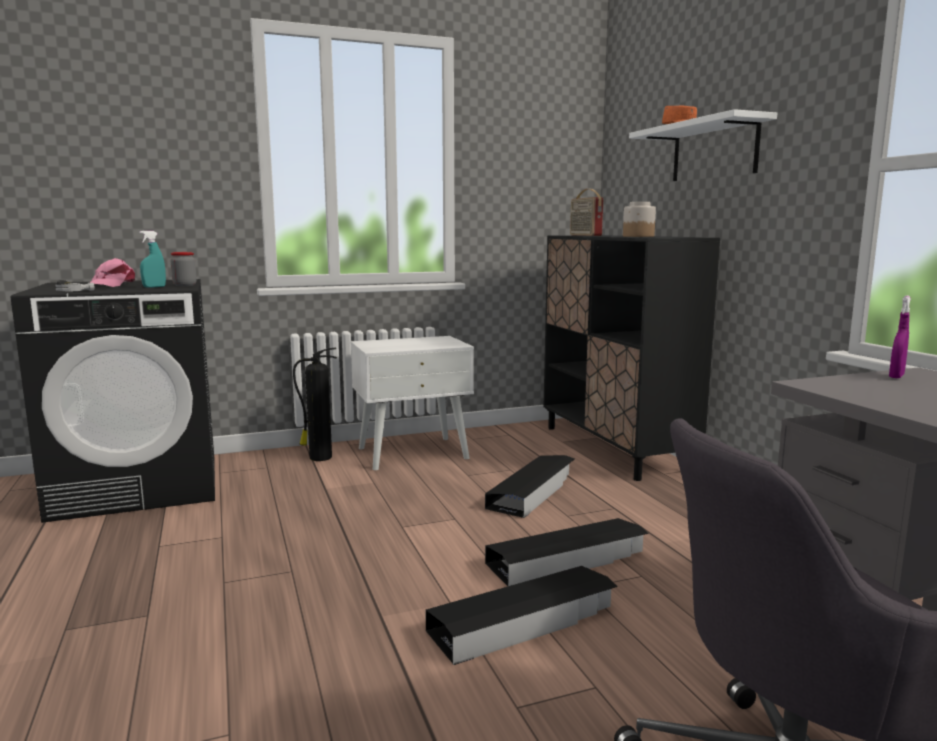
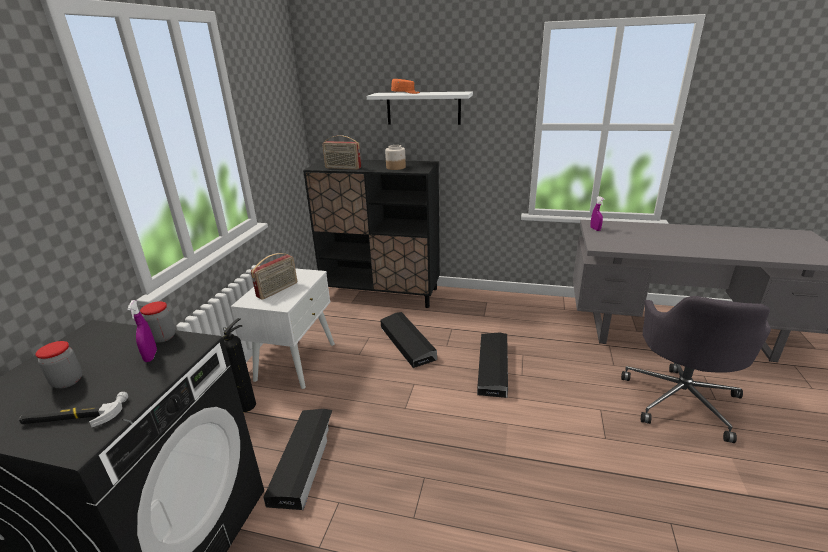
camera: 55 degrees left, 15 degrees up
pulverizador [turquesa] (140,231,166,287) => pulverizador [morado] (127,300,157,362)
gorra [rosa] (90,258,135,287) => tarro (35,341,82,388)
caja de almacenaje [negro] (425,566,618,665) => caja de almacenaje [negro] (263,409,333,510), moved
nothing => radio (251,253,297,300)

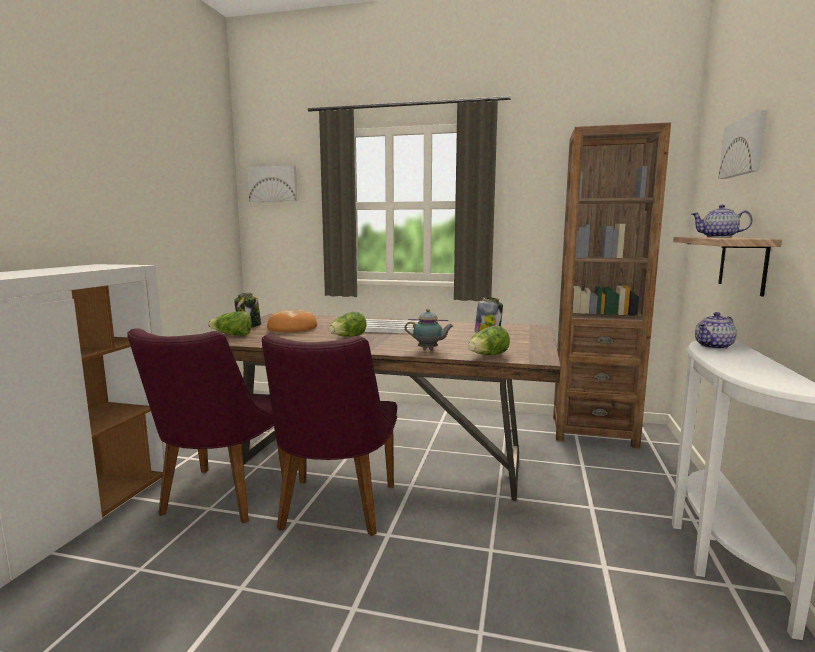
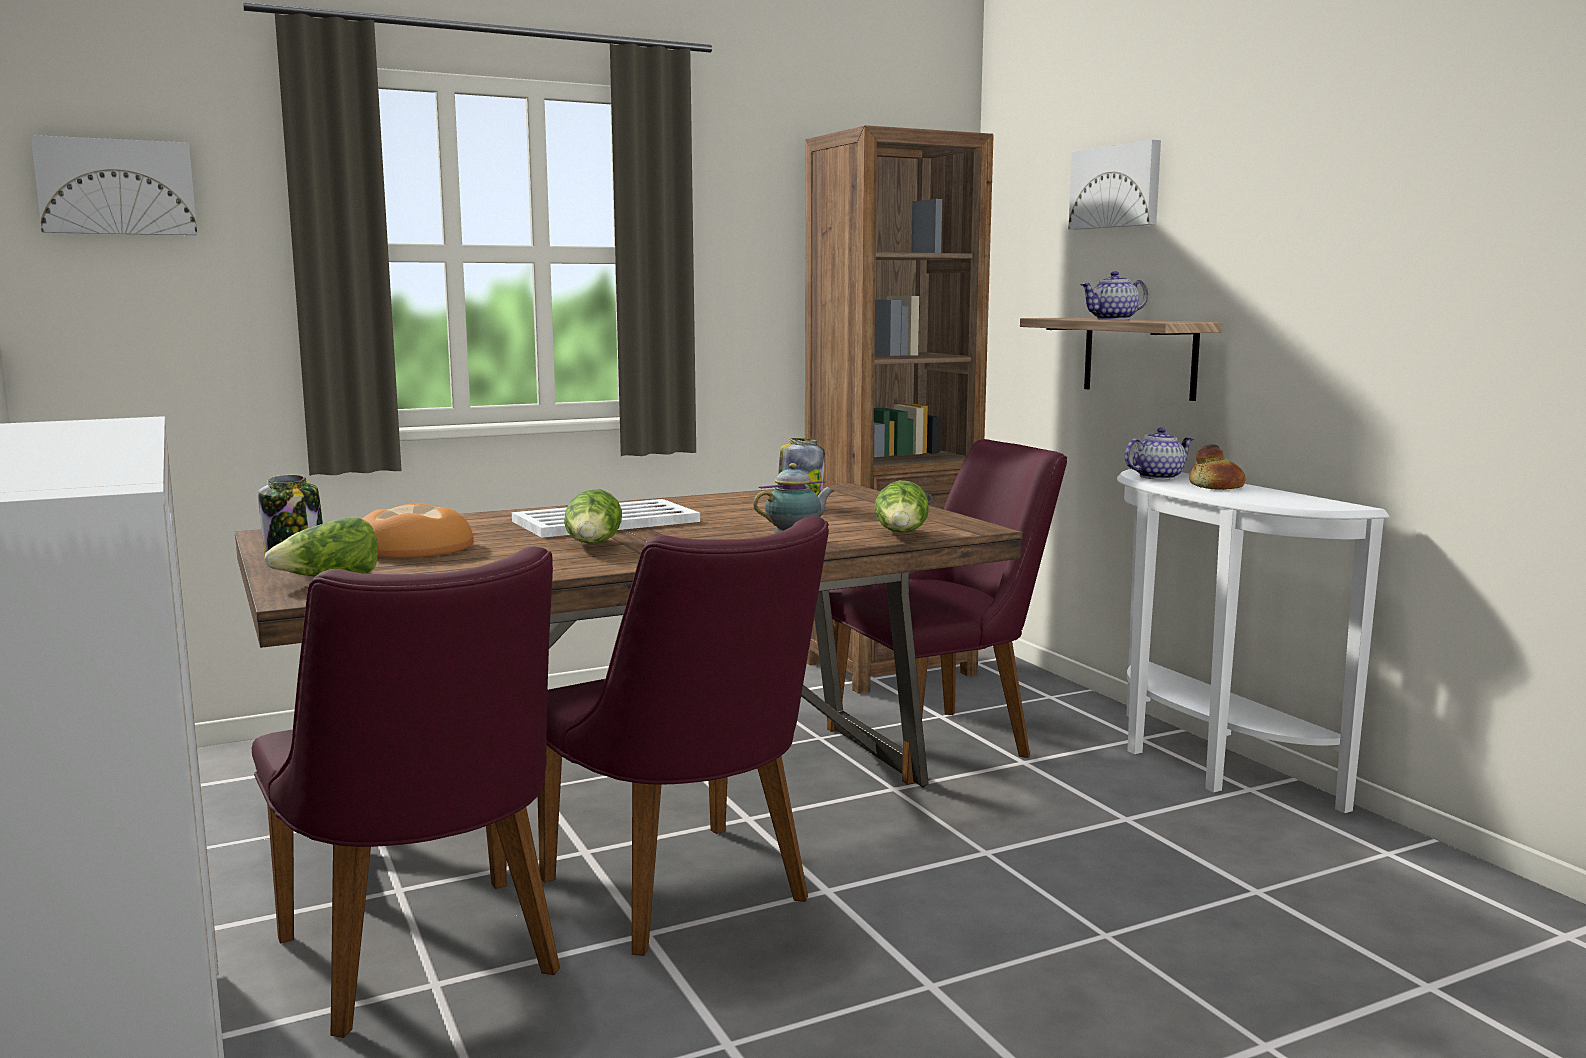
camera: 40 degrees left, 0 degrees up
tetera (695,312,737,349) => tetera (1124,427,1194,480), 135 degrees counterclockwise
nothing => silla [morado] (827,439,1067,785)
nothing => pan (1189,444,1246,490)

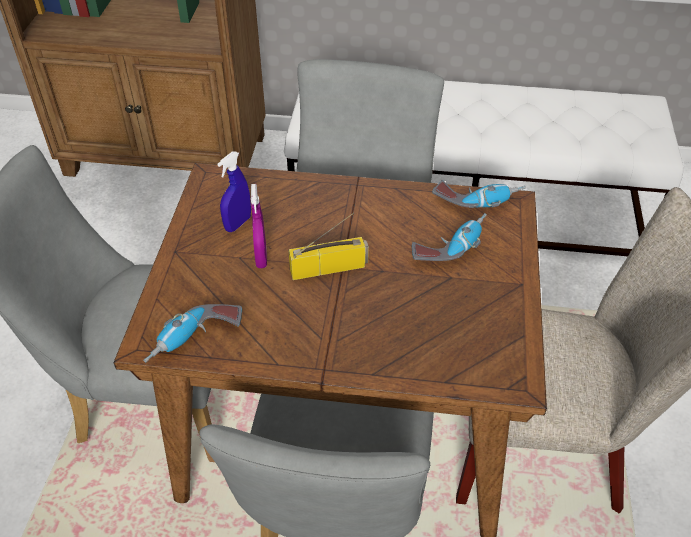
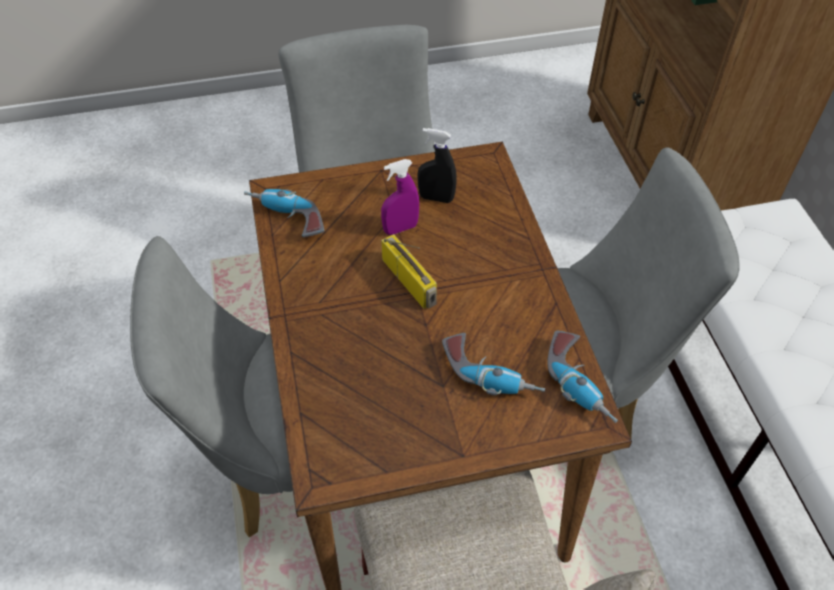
camera: 70 degrees right, 5 degrees up
pulverizador [azul] (217,151,251,232) => pulverizador [negro] (417,128,457,203)

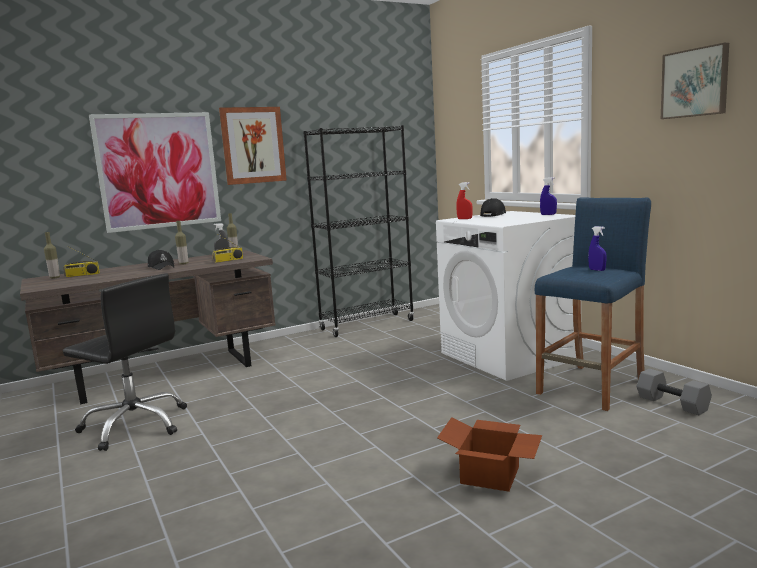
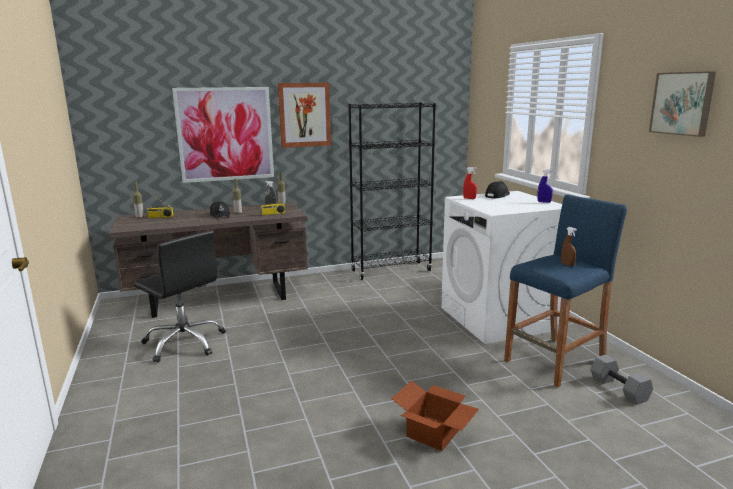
camera: 10 degrees right, 5 degrees up
pulverizador [azul] (588,226,606,271) => pulverizador [marrón] (561,227,577,267)

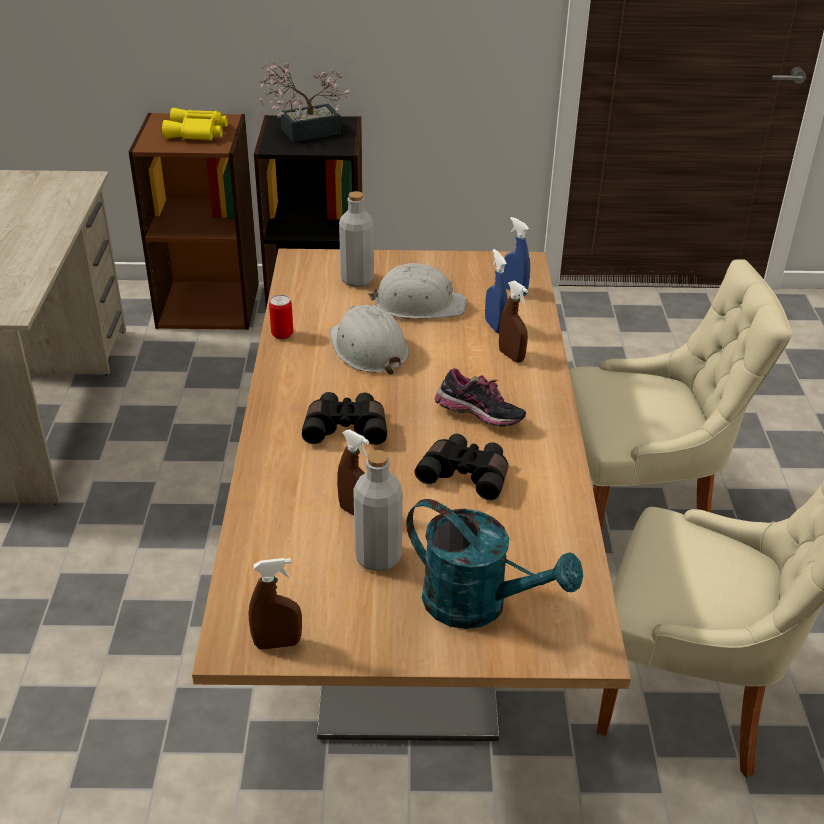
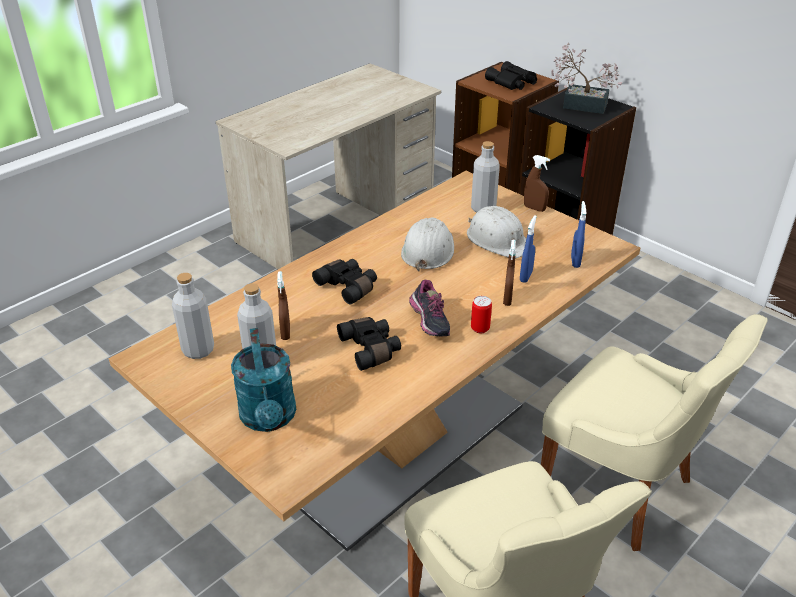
camera: 45 degrees right, 0 degrees up
prismáticos [amarillo] (162,108,228,141) => prismáticos [negro] (485,61,537,90)
lata (269,295,293,339) => lata (471,296,492,333), moved
pulverizador [marrón] (249,558,302,650) => pulverizador [marrón] (524,155,550,212), moved
nothing => botella [gris] (172,273,214,359)

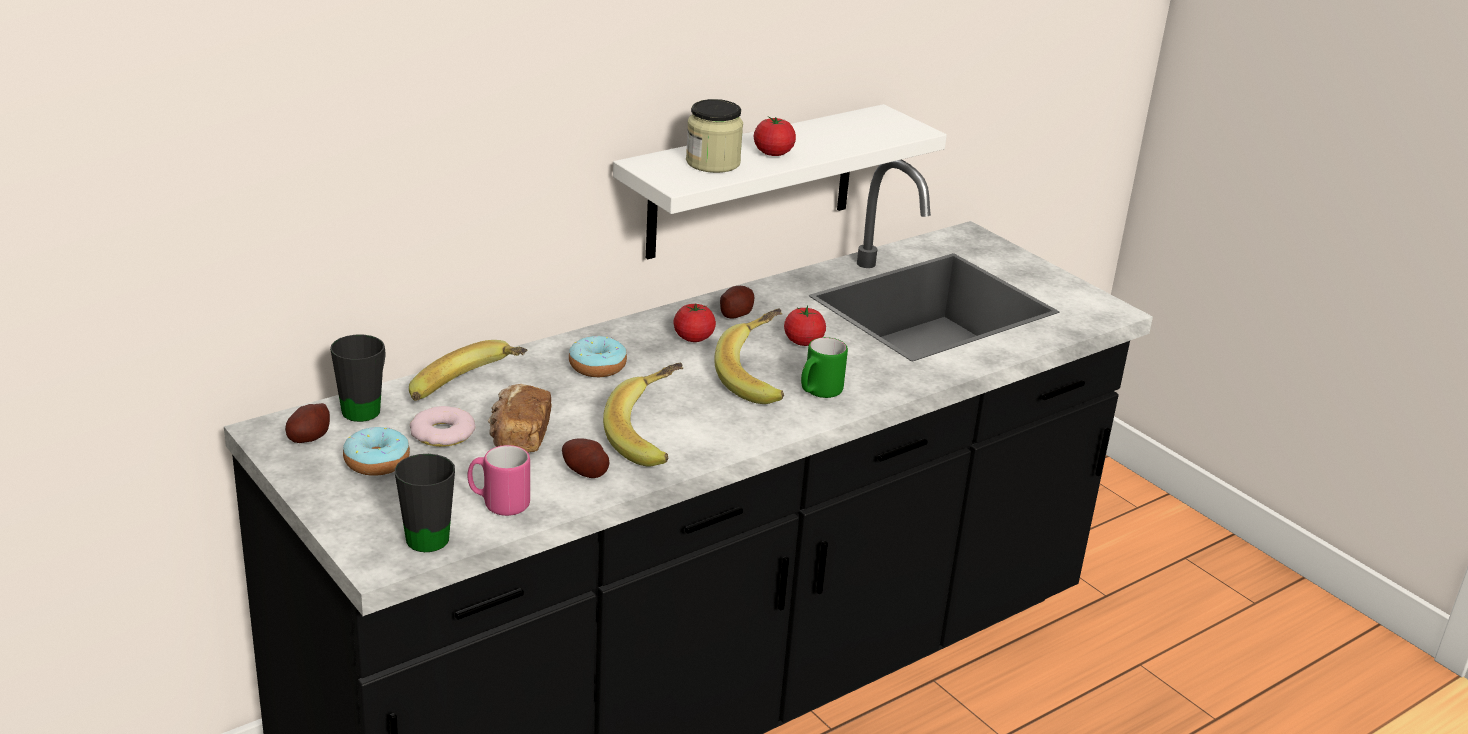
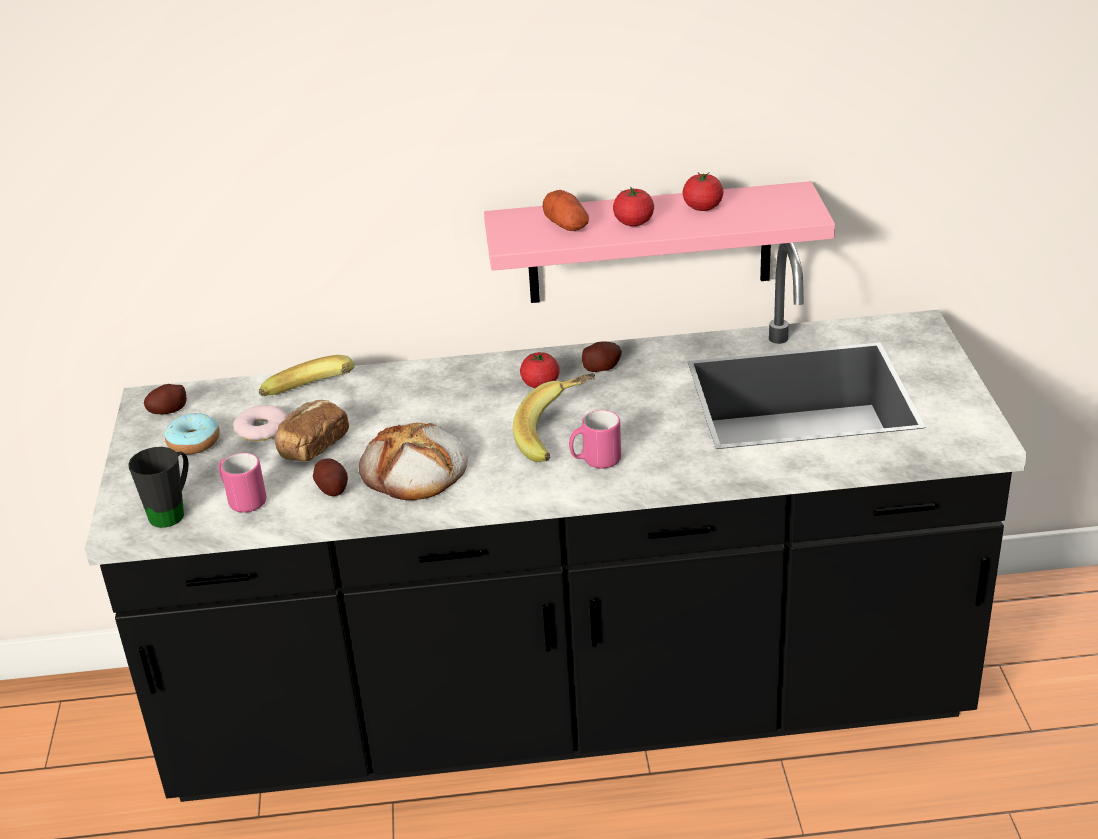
camera: 35 degrees right, 5 degrees up
tarro (686,99,743,173) => patata (543,190,589,231)
estante [blanco] (613,104,947,259) => estante [rosa] (484,181,835,303)
tomate (784,306,826,346) => tomate (683,172,724,211), moved
taza grande [negro] (330,335,385,422) => nothing
rosquilla (569,336,627,377) => nothing
taza grande [verde] (801,337,848,398) => taza grande [rosa] (569,410,621,469)
plátano (603,363,683,467) => pan (359,423,468,500)

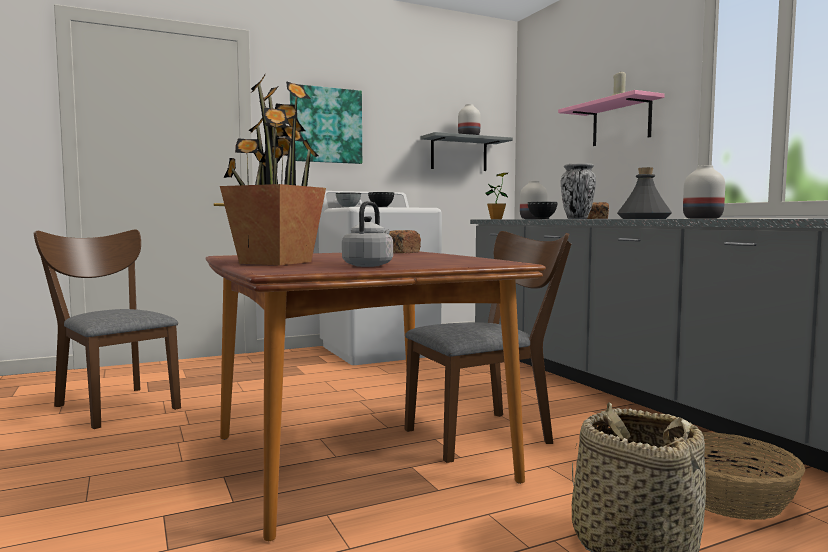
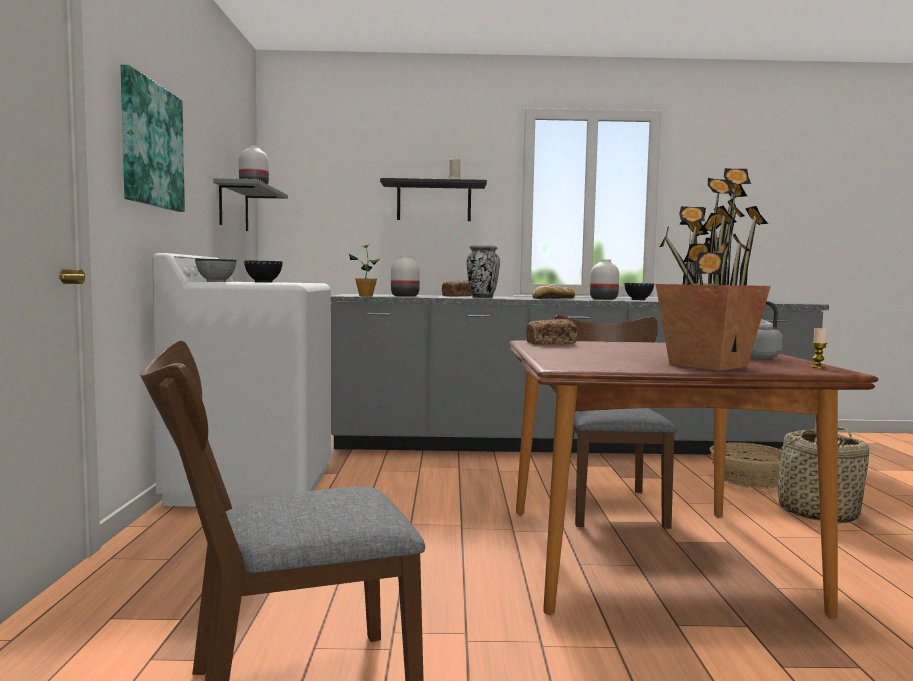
camera: 65 degrees left, 0 degrees up
estante [rosa] (558,90,665,146) => estante [negro] (380,178,487,221)
botella [gris] (617,167,672,219) => pan (532,285,575,299)
cuenco [negro] (528,202,558,219) => cuenco [negro] (624,283,654,300), moved
nothing => vela (810,327,827,368)

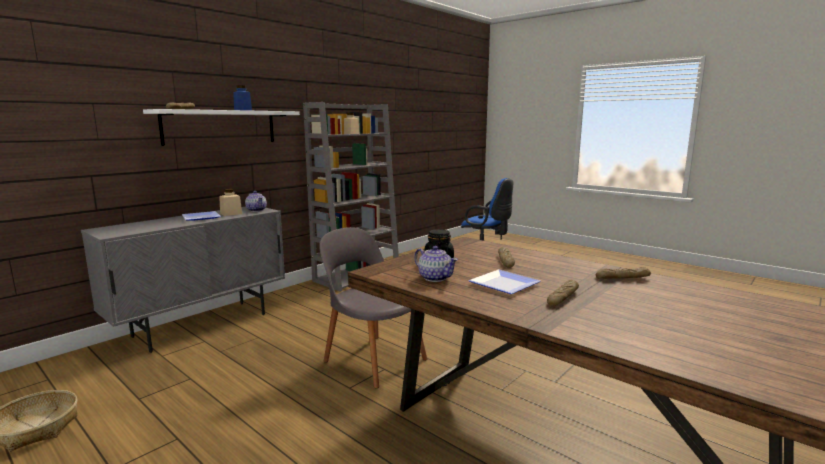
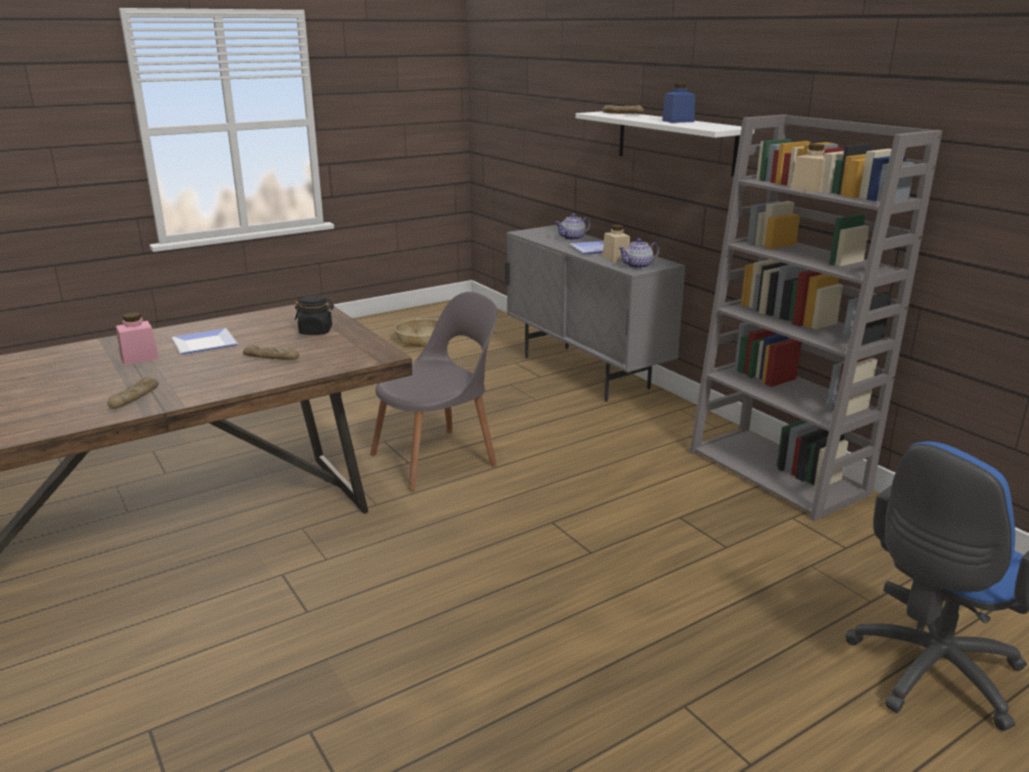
camera: 105 degrees right, 10 degrees up
tetera (414,246,458,282) => tetera (555,214,591,241), moved
pan (547,280,579,306) => tarro [rosa] (116,312,159,365)

